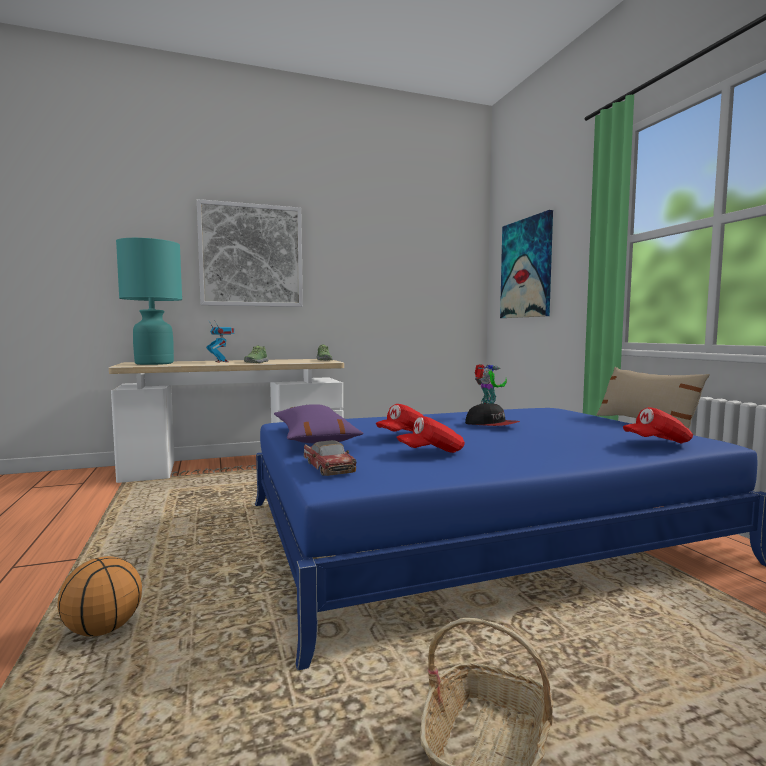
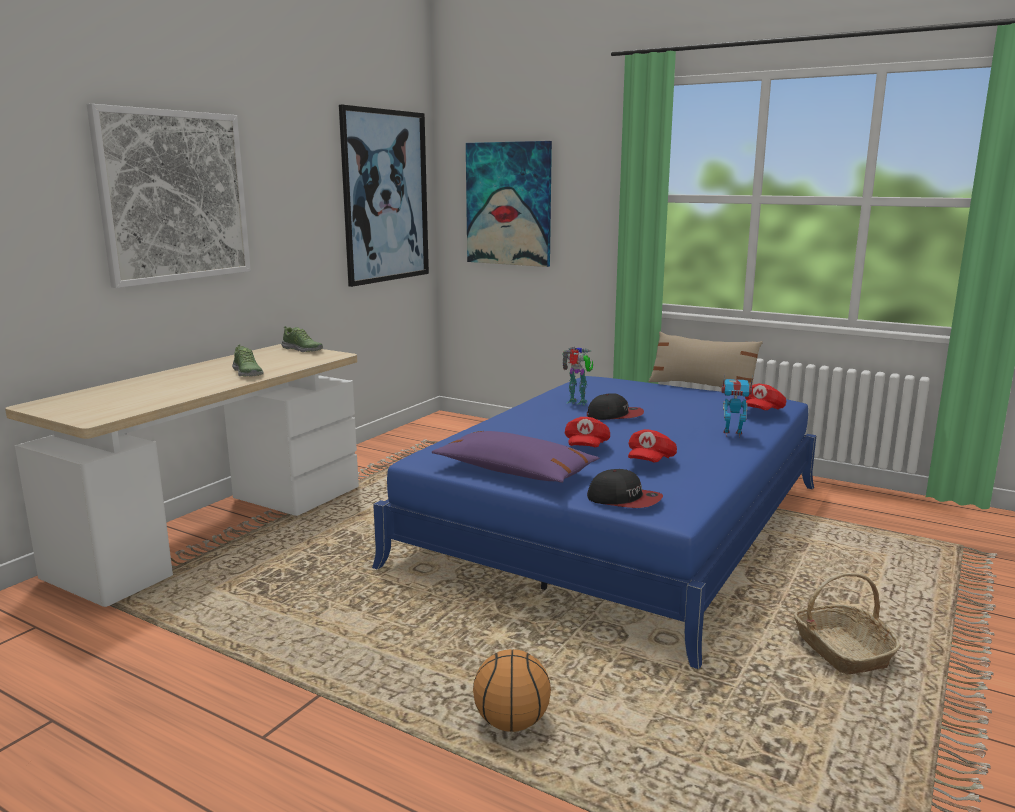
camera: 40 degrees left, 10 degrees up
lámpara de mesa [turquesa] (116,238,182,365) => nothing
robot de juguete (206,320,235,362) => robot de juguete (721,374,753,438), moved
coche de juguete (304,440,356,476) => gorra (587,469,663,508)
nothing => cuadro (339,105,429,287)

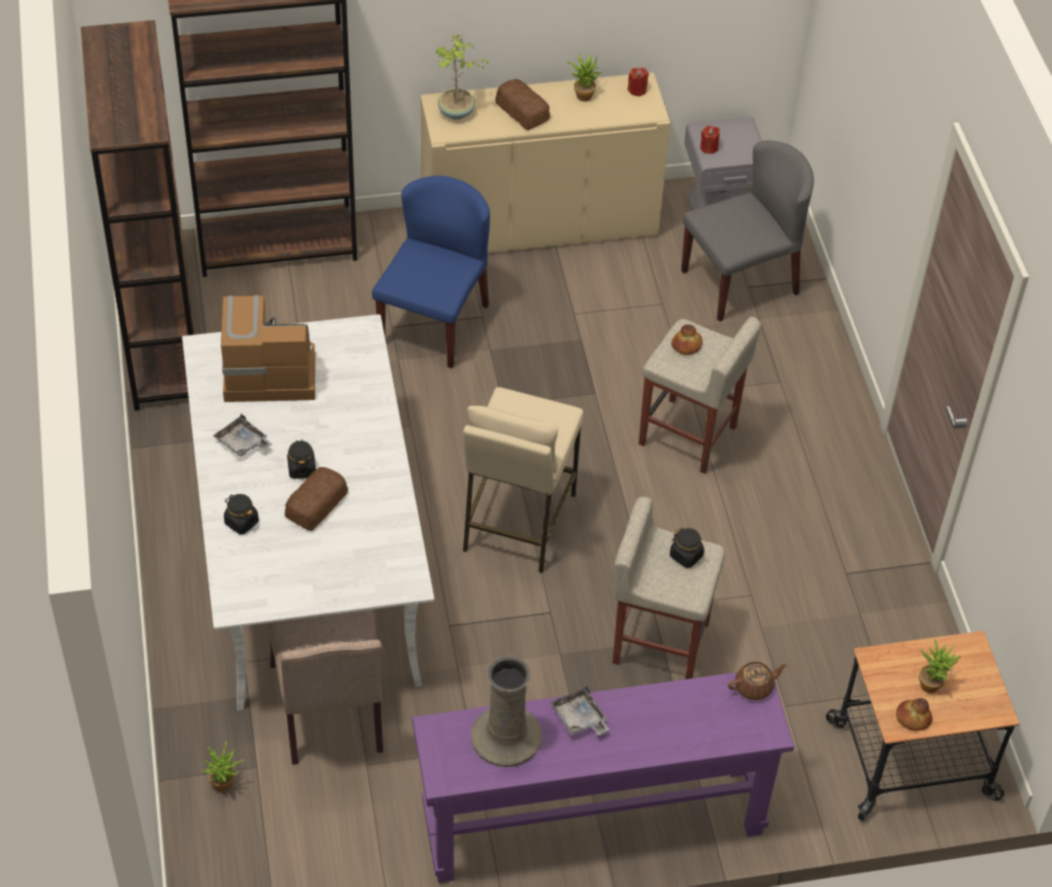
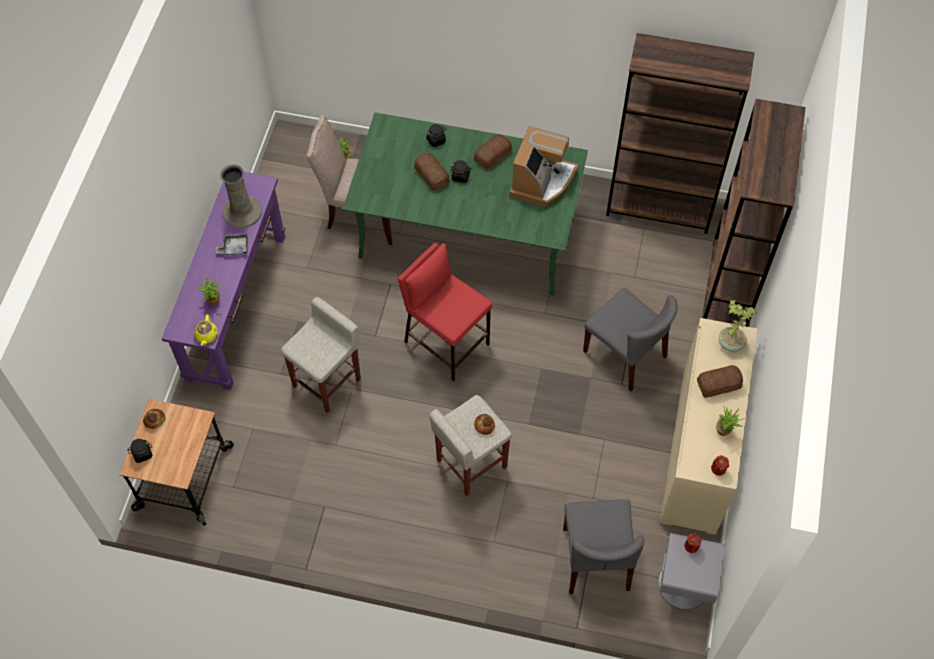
camera: 115 degrees right, 10 degrees up
silla [azul] (372,176,490,368) => silla [gris] (583,288,678,391)
mesa de comedor [blanco] (182,314,434,711) => mesa de comedor [verde] (343,112,588,295)
taburete [beis] (463,387,584,573) => taburete [rojo] (398,243,492,382)
bandeja [gris] (213,414,272,457) => pan (474,134,512,170)
tarro [negro] (670,528,704,568) => tarro [negro] (127,439,153,463), moved
planta en maceta (919,639,962,693) => planta en maceta (198,276,222,305), moved
tetera [marrón] (728,662,788,700) => tetera [amarillo] (194,314,218,346)

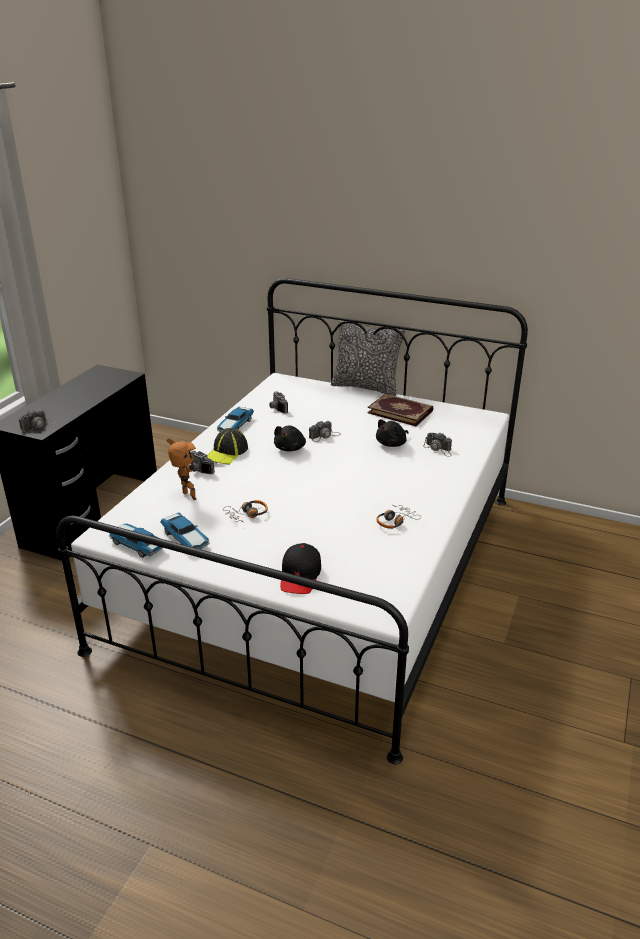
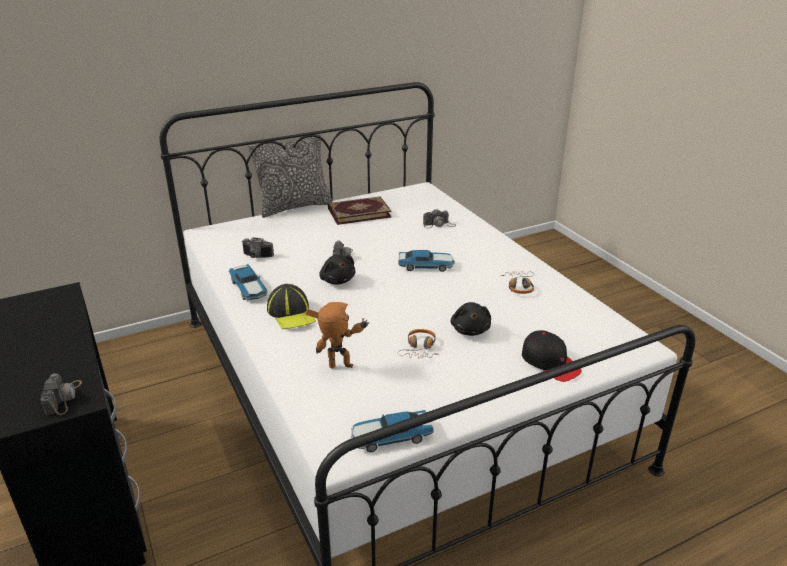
camera: 50 degrees left, 0 degrees up
peluche [negro] (376,419,409,447) => peluche [negro] (451,302,491,336), moved
cámara (191,451,215,474) => nothing
coche de juguete (160,512,210,549) => coche de juguete (398,250,455,272), moved

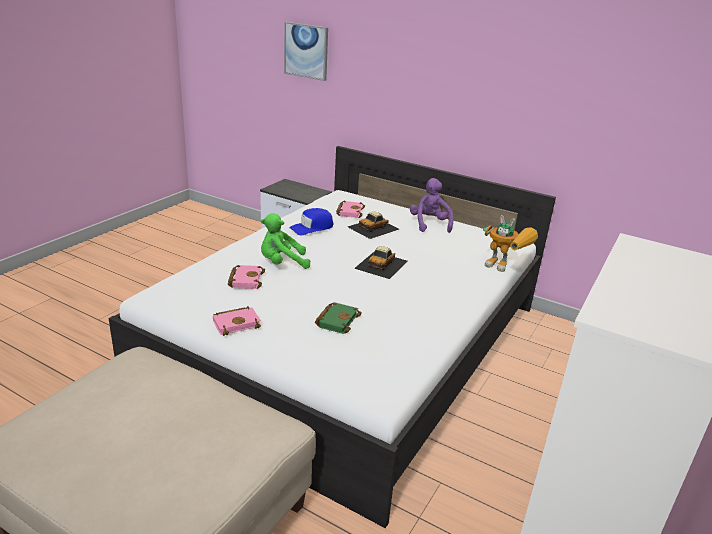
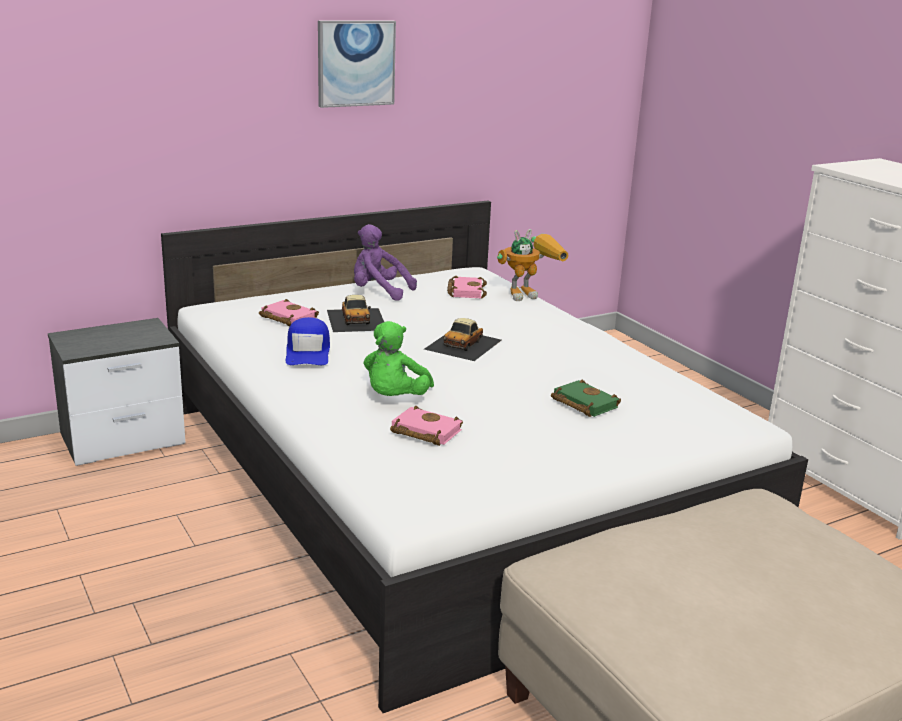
camera: 60 degrees left, 5 degrees down
cuadro (284,22,328,81) => cuadro (318,21,396,108), moved
coche de juguete (354,246,408,279) => coche de juguete (424,318,502,361), 60 degrees clockwise
libro [rosa] (213,307,261,336) => libro [rosa] (447,276,487,299), moved

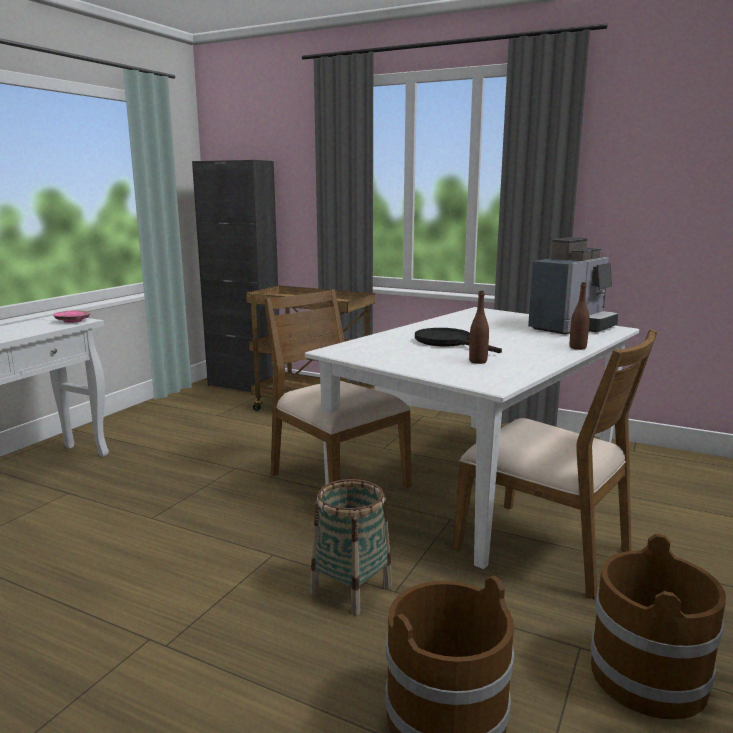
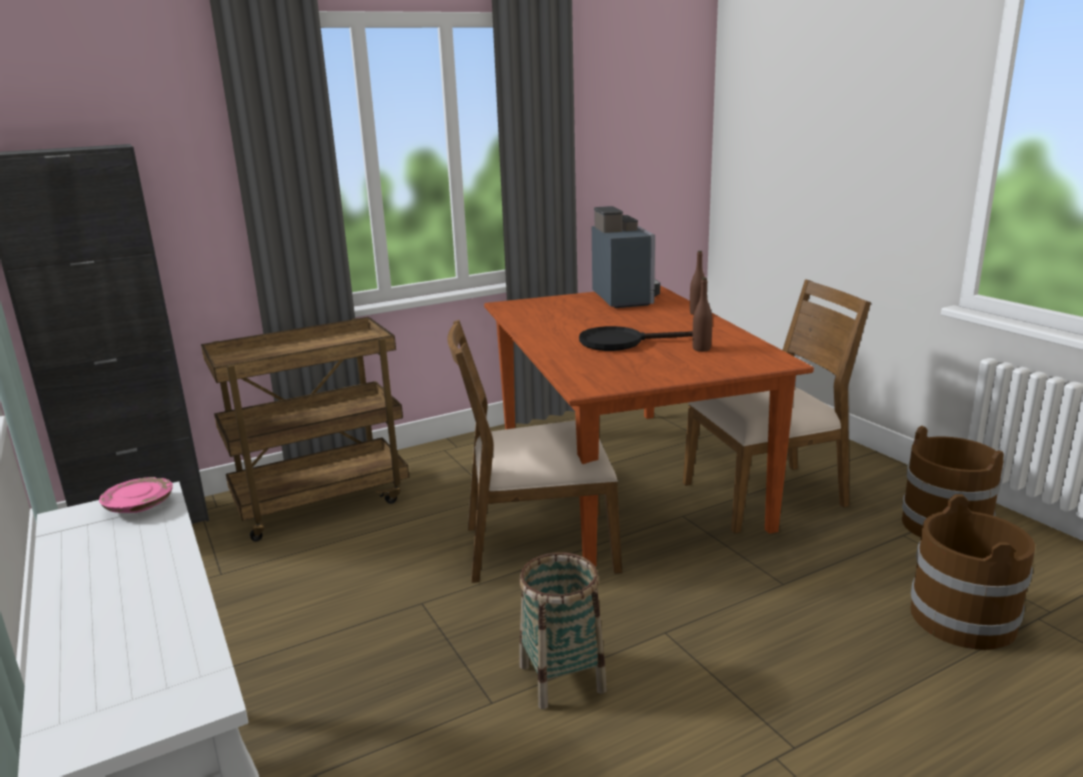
camera: 55 degrees left, 5 degrees up
mesa de comedor [blanco] (305,307,639,569) => mesa de comedor [marrón] (484,285,814,567)
cesta (310,479,392,615) => cesta (519,552,607,709), moved

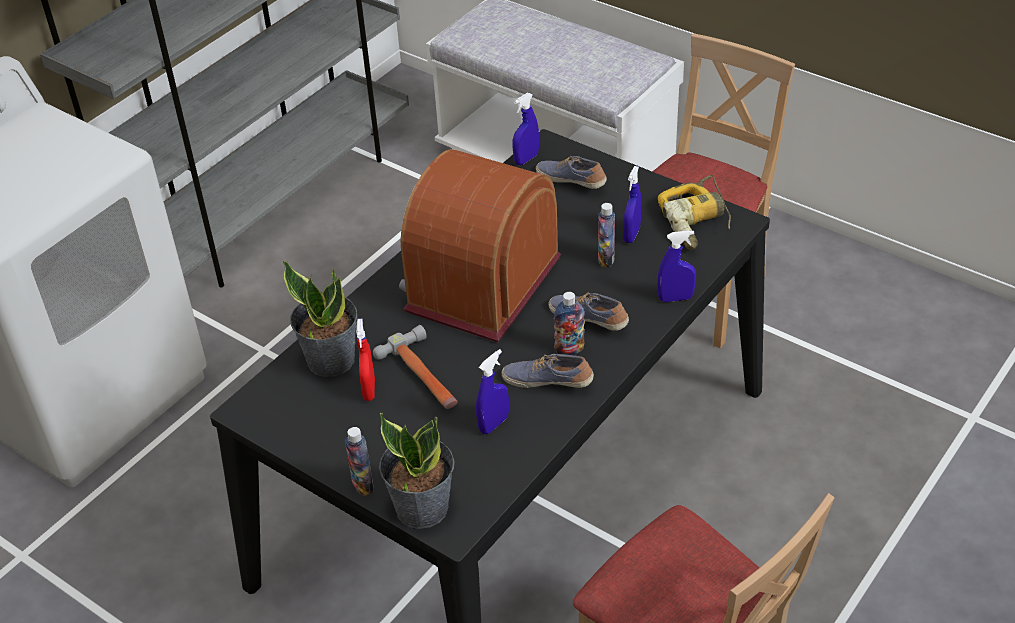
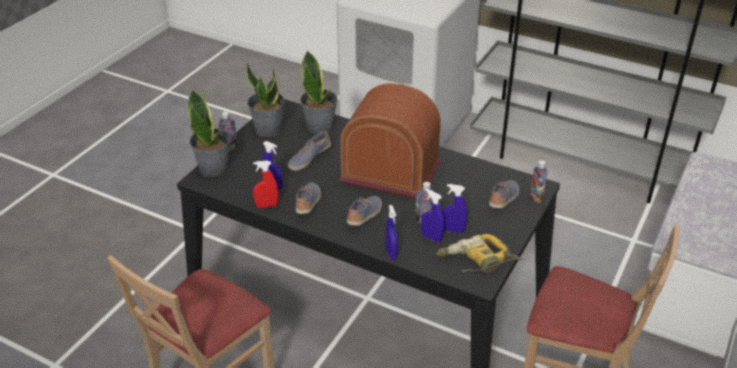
camera: 80 degrees right, 5 degrees down
pulverizador [azul] (513,93,539,165) => pulverizador [azul] (421,189,444,242), moved
botella (554,292,585,355) => botella (530,160,547,203), moved
pulverizador [rojo] (356,319,375,401) => pulverizador [rojo] (253,160,279,208), moved
martillo (373,325,458,409) => zapato (288,131,331,171)
nothing => planta en maceta (246,63,285,137)

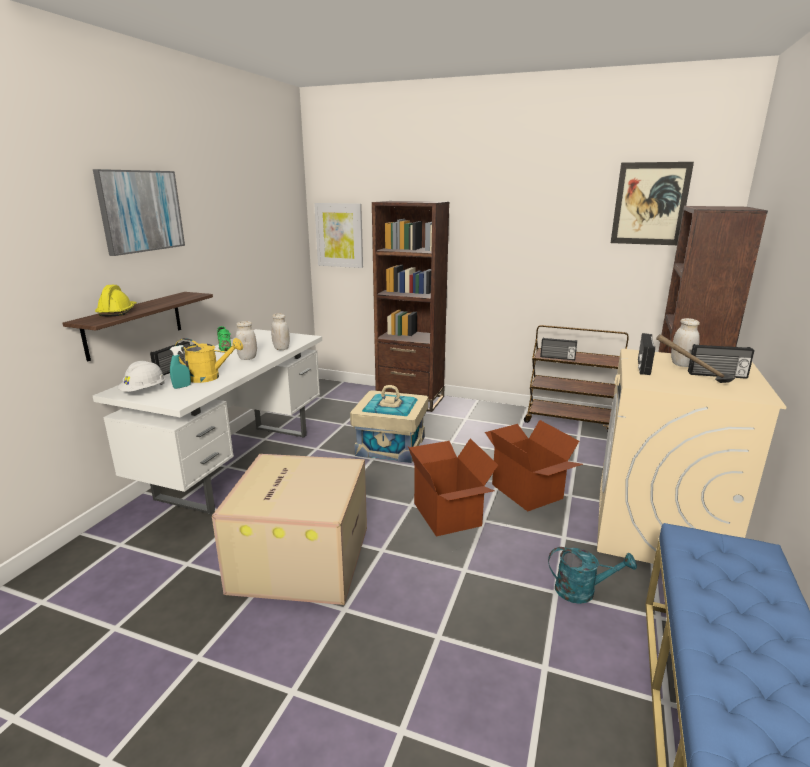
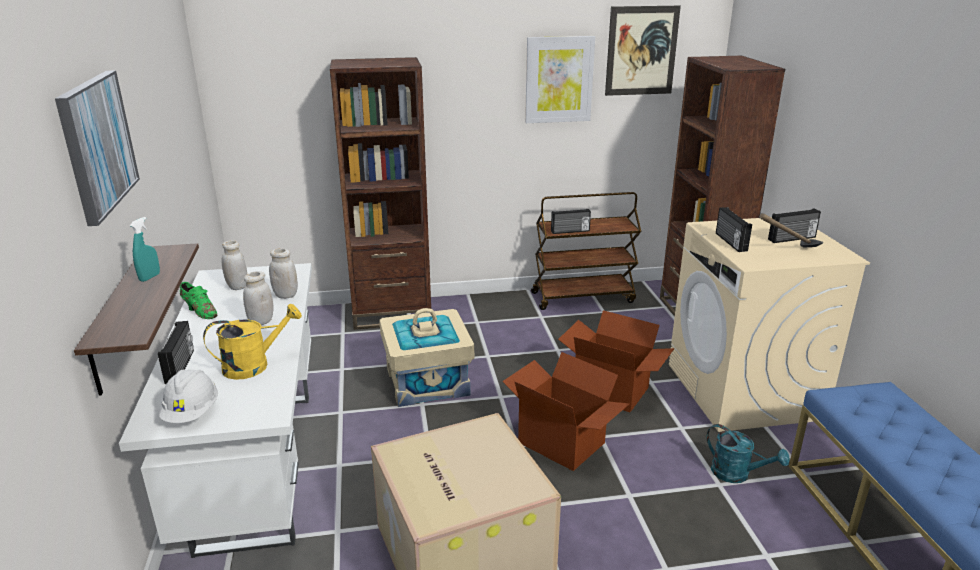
camera: 30 degrees left, 5 degrees up
cuadro (314,203,363,268) => cuadro (525,36,595,123), moved
casco [amarillo] (95,285,137,316) => nothing
tarro [blanco] (671,318,700,367) => tarro [blanco] (222,240,247,290), moved
pulverizador [turquesa] (170,345,191,389) => pulverizador [turquesa] (130,217,160,282), moved
regadera [turquesa] (548,547,637,604) => regadera [turquesa] (706,424,790,483), 60 degrees clockwise

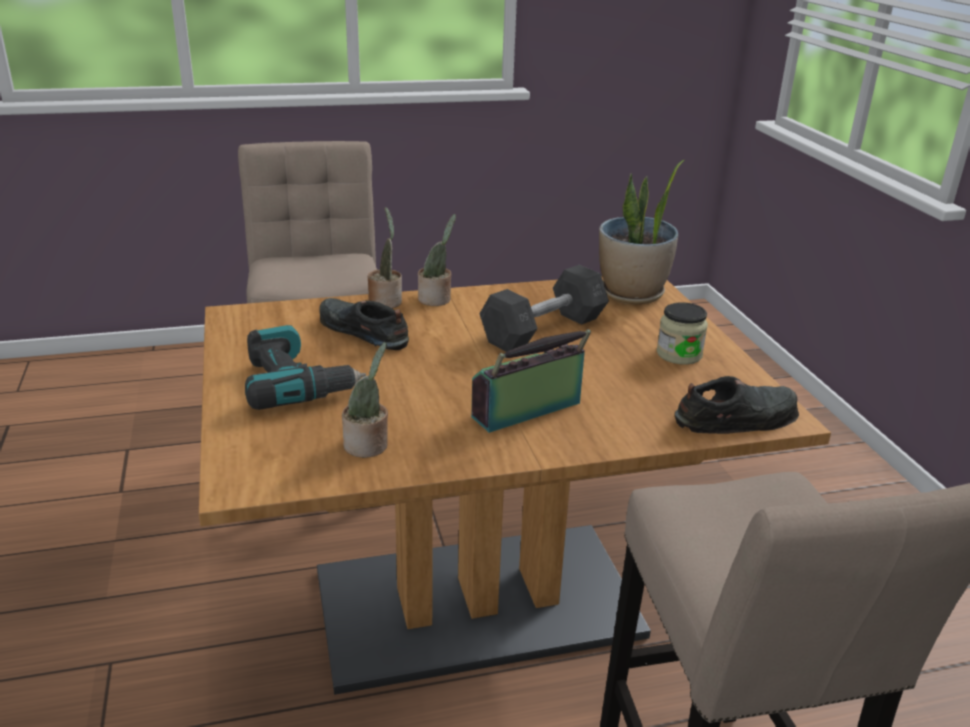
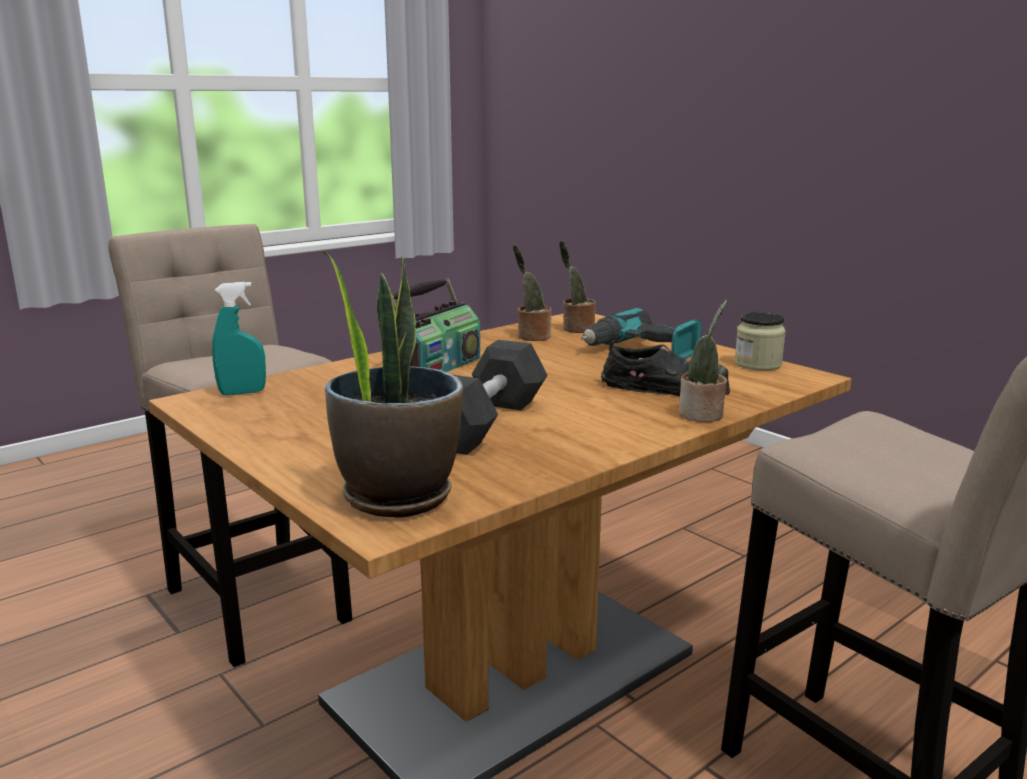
camera: 155 degrees right, 10 degrees down
planta en maceta (418,214,456,306) => planta en maceta (559,240,596,333), moved
tarro (656,302,708,365) => tarro (735,312,786,371), moved
zapato [negro] (675,376,799,434) => pulverizador [turquesa] (212,282,266,395)

